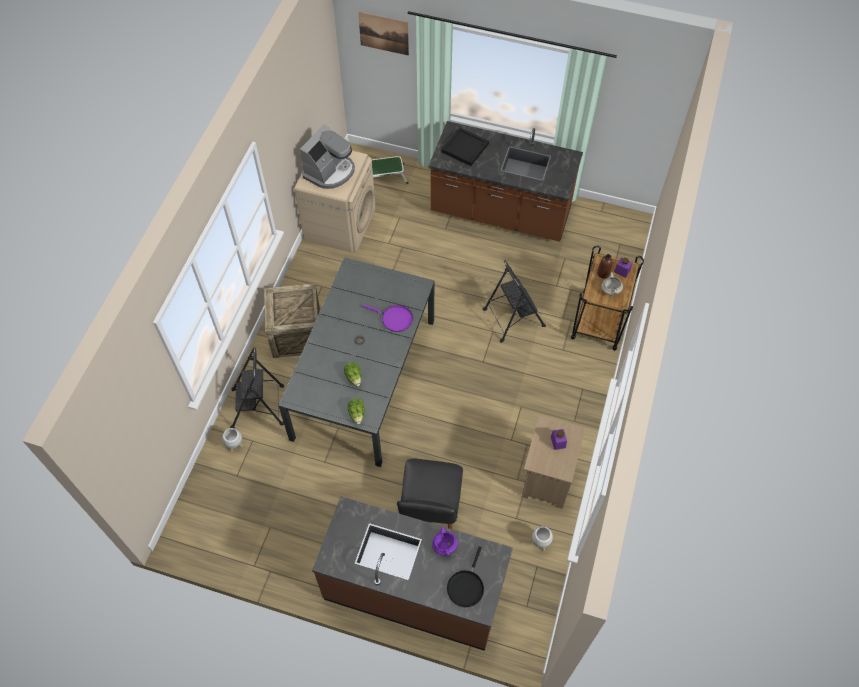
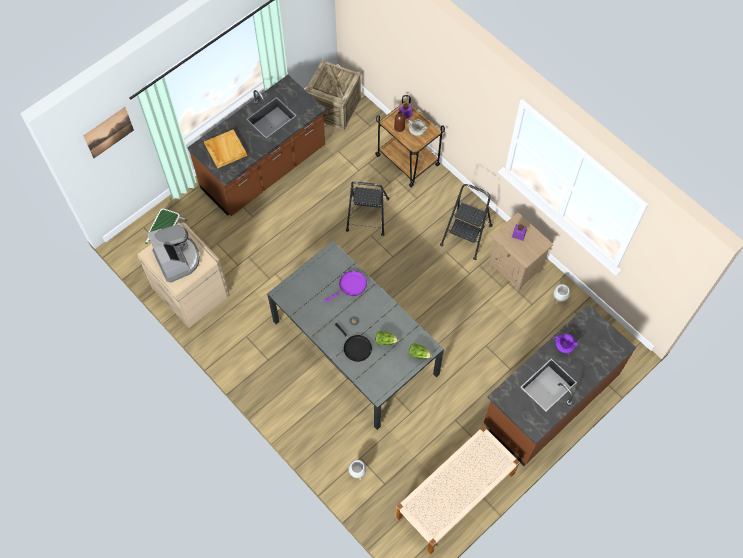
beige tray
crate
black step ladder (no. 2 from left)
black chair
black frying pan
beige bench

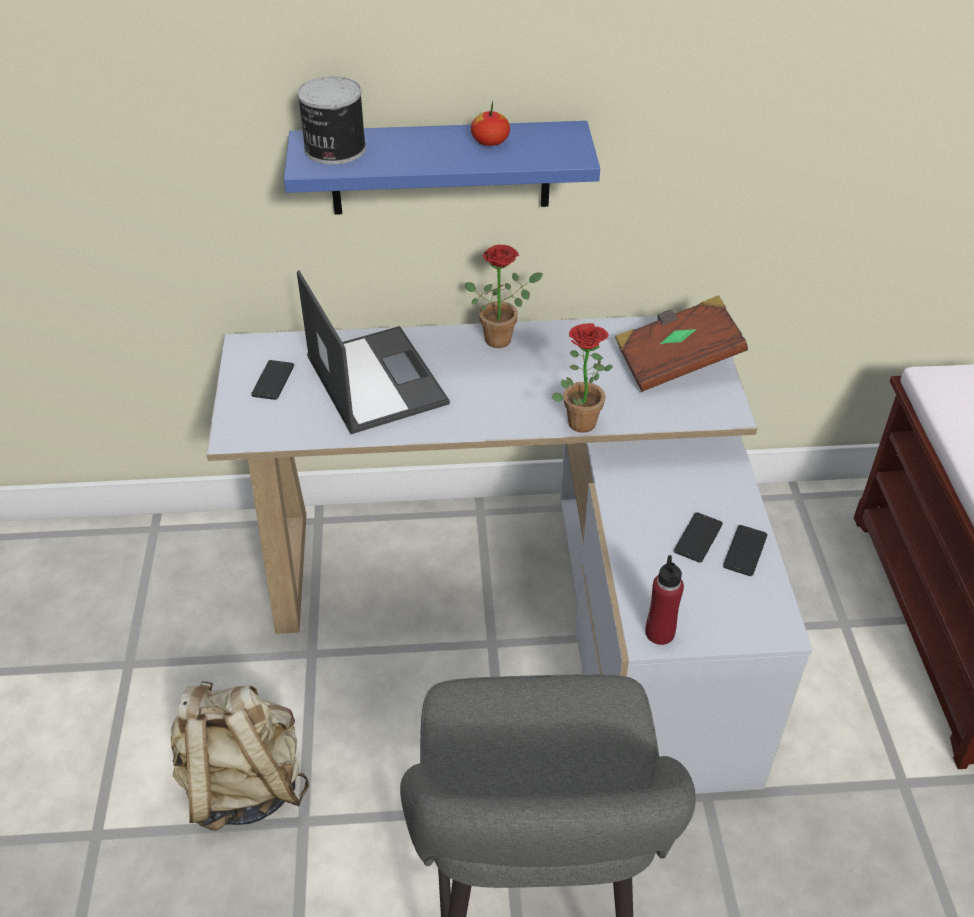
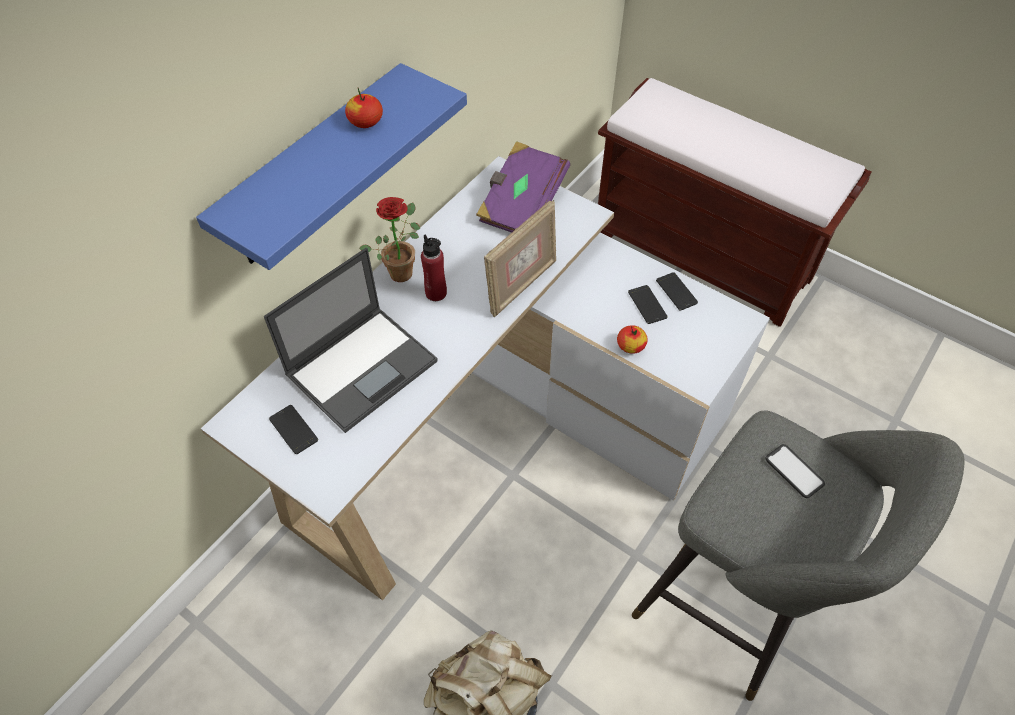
can
laptop
purple book
picture frame
red bottle
apple (no. 2 from left)
phone (no. 4 from left)

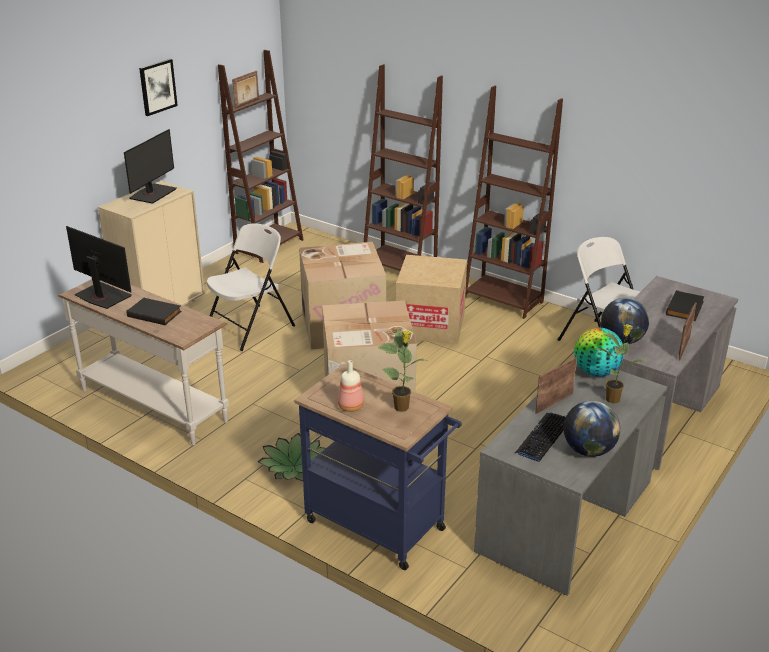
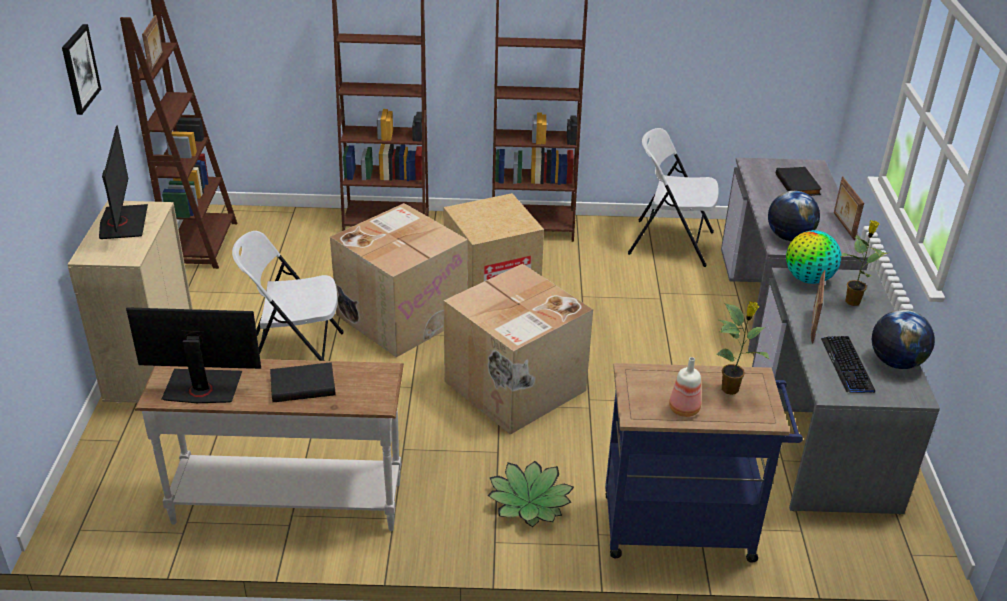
white chair (no. 1 from left)

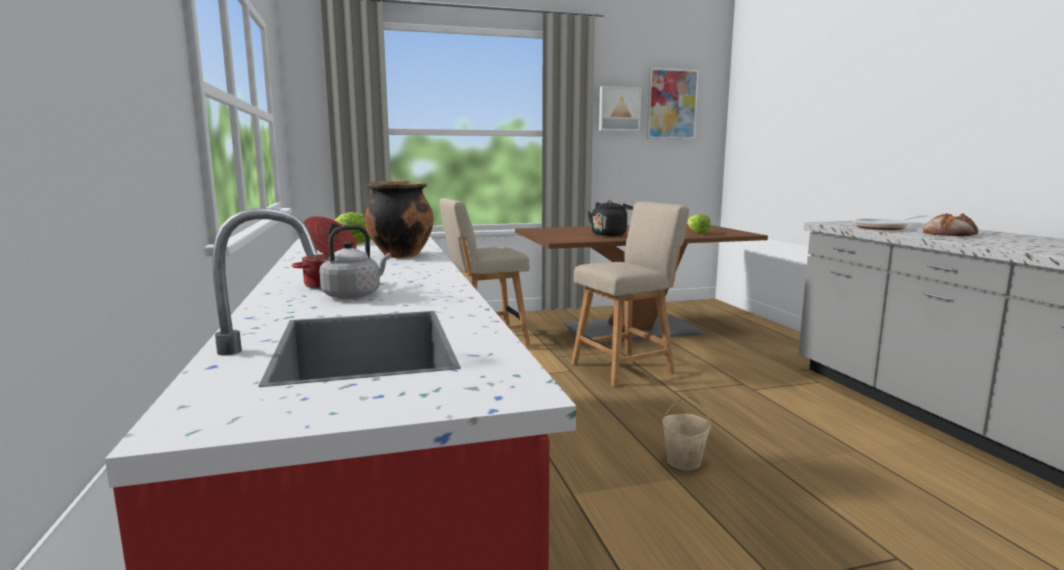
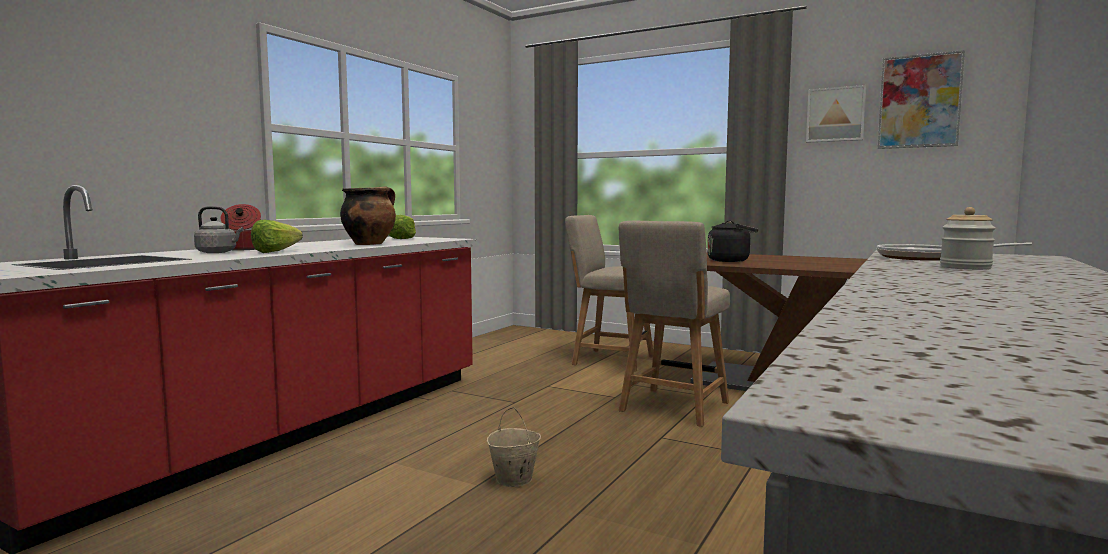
beige chair (no. 2 from left)
jar
lettuce (no. 1 from left)

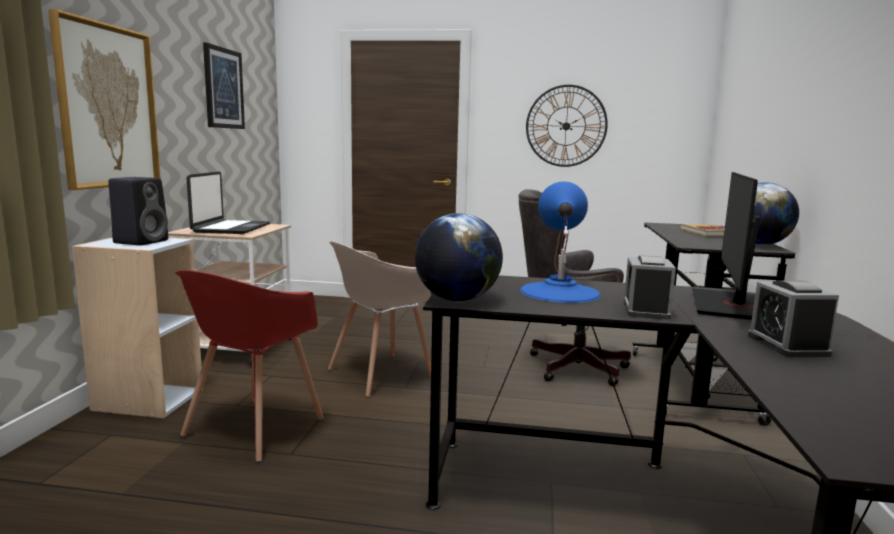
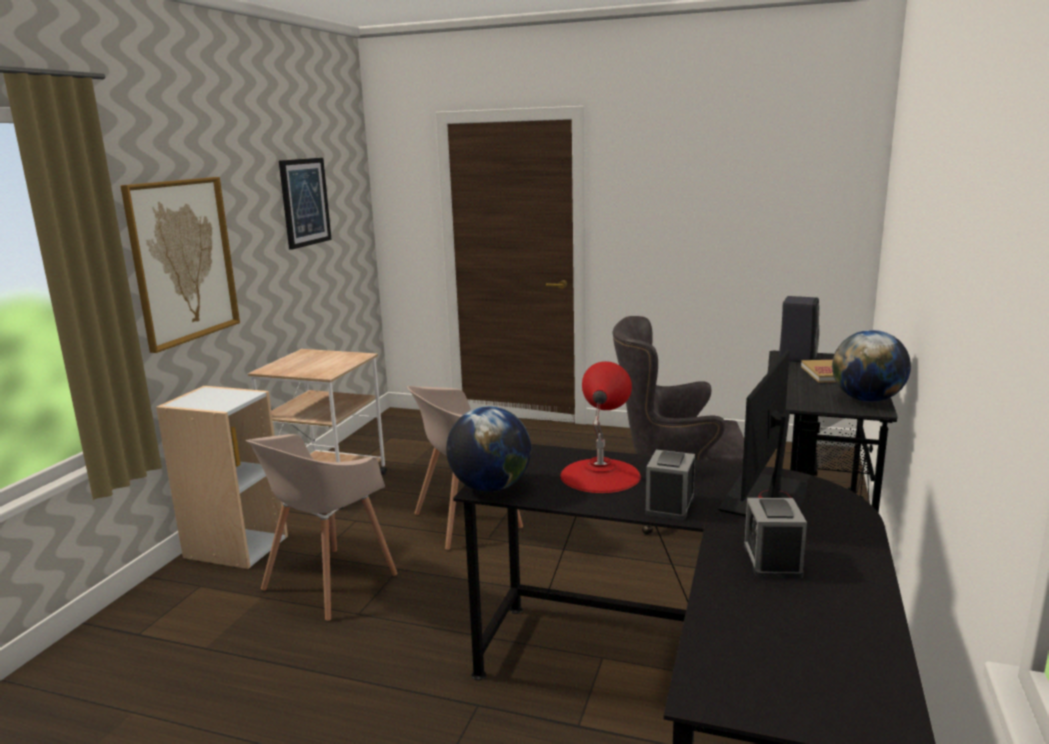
wall clock
laptop
black speaker
red table lamp
beige chair (no. 1 from left)

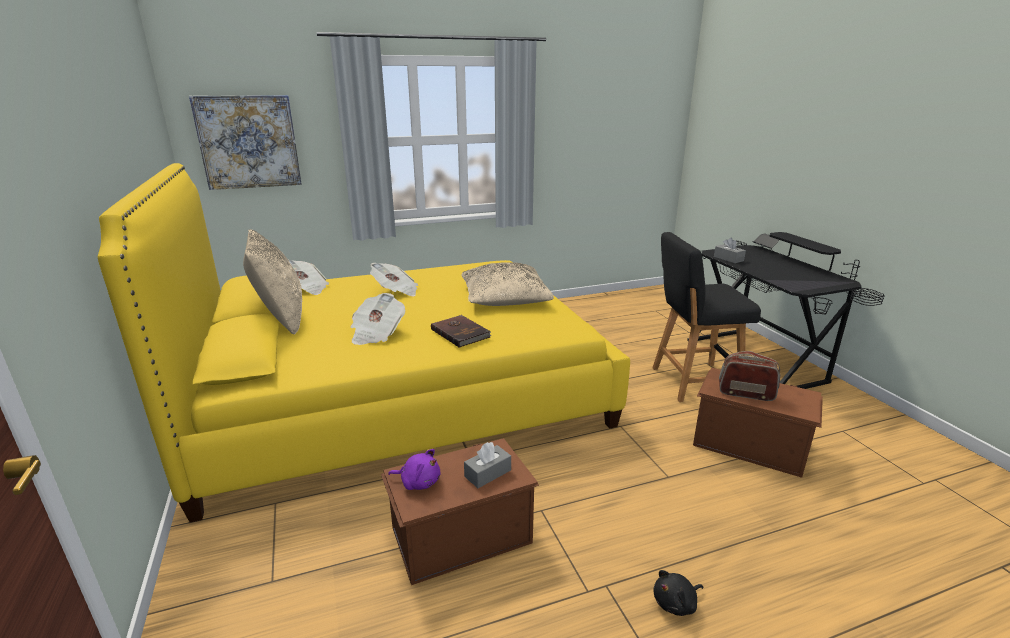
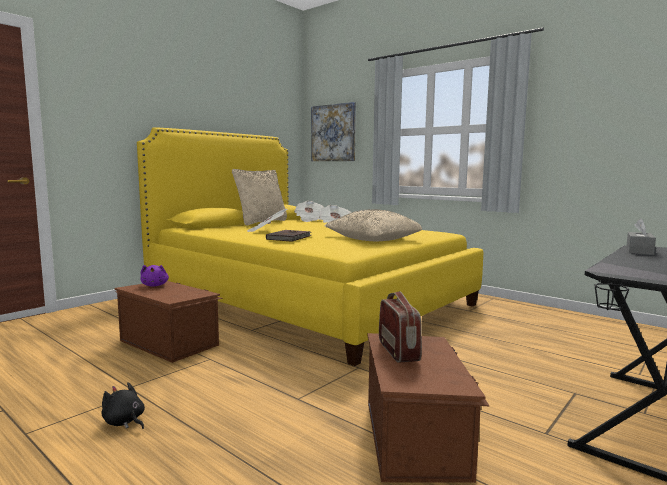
black chair
grey tissue box (no. 1 from left in the first image)

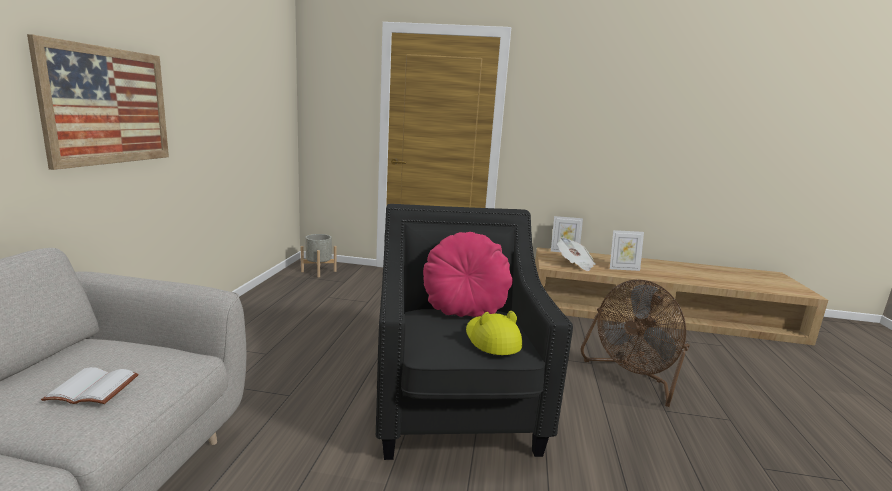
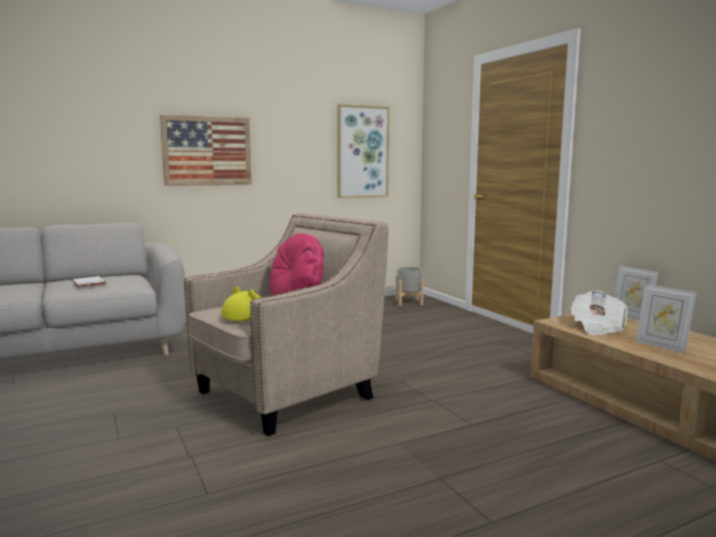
beige armchair
brown fan
picture (no. 2 from left)

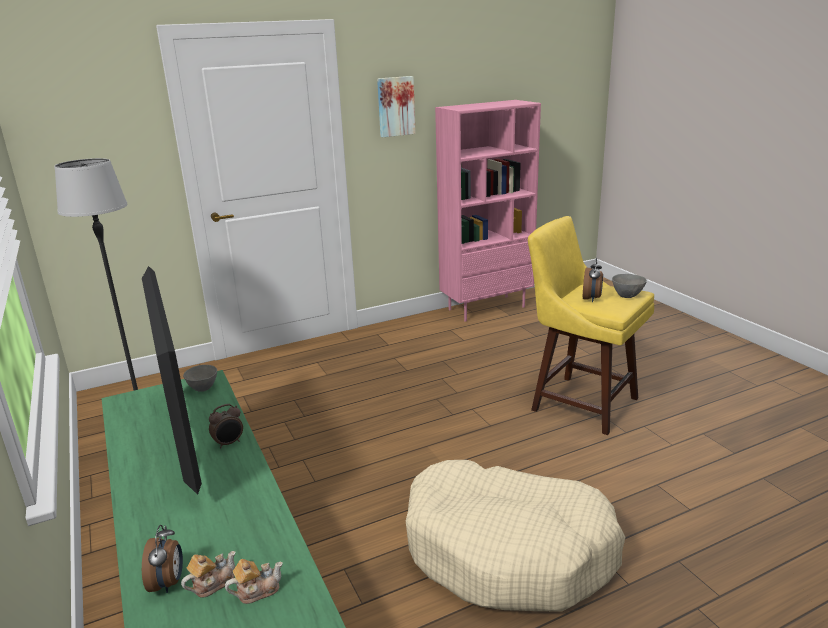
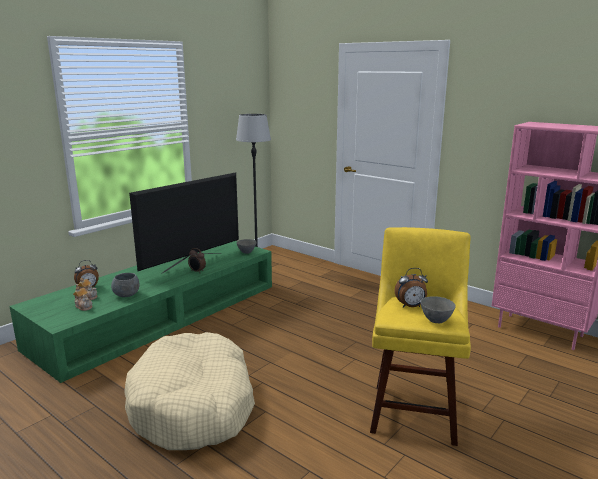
picture
grey bowl (no. 1 from left)

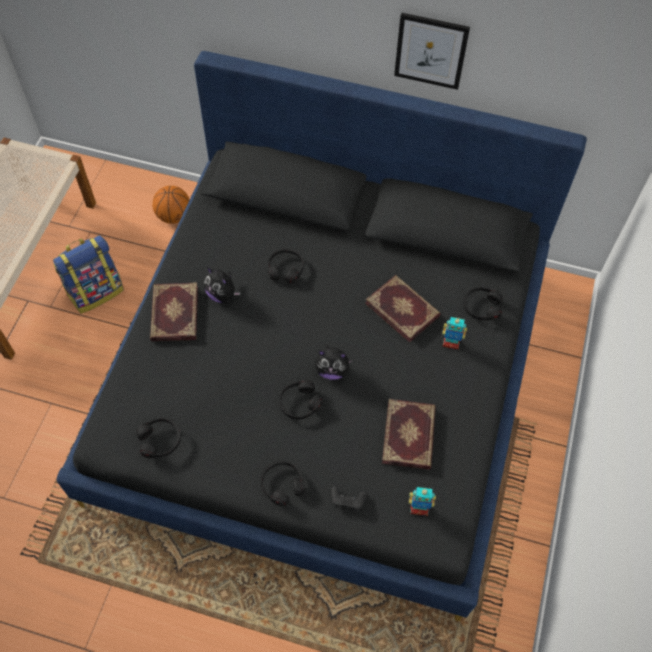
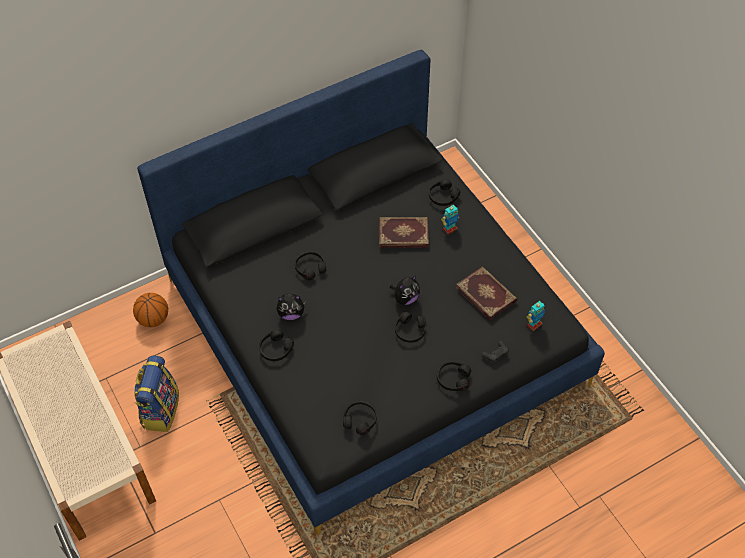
picture
black headphones (no. 1 from left)

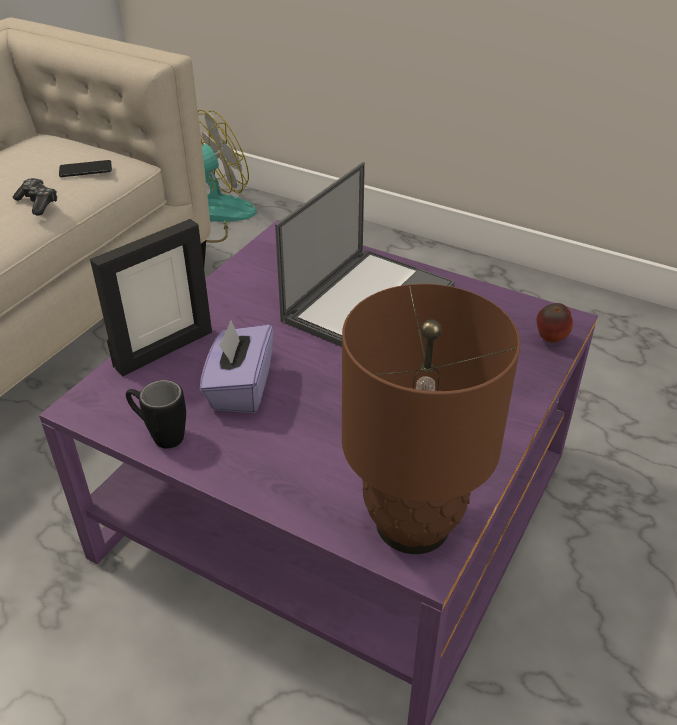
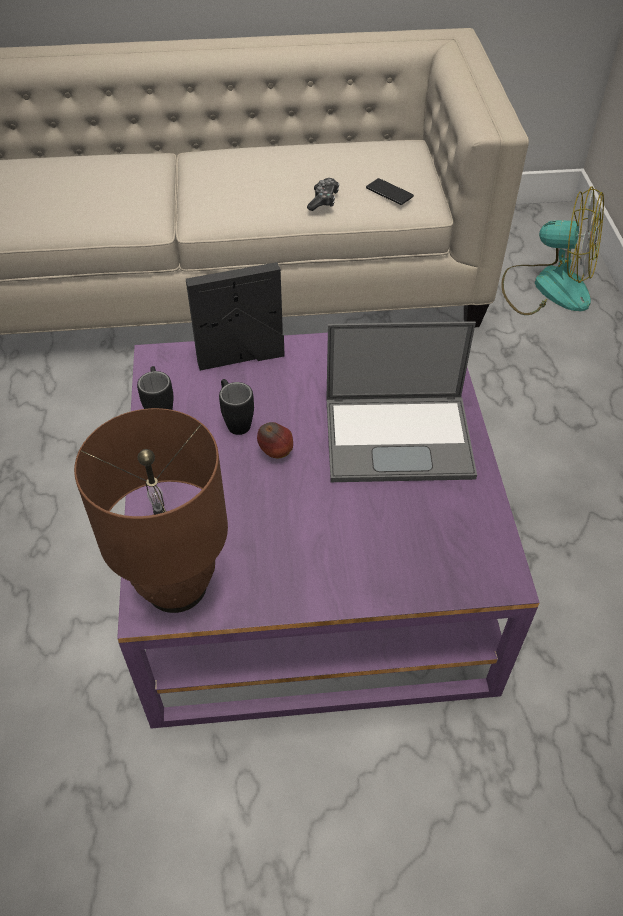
picture frame
apple
black mug (no. 2 from left)

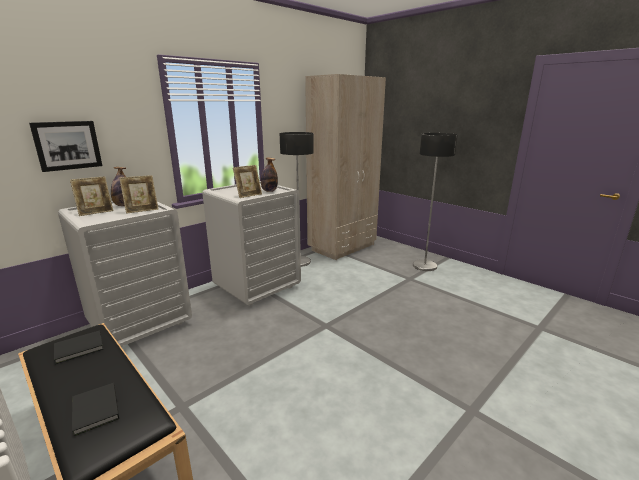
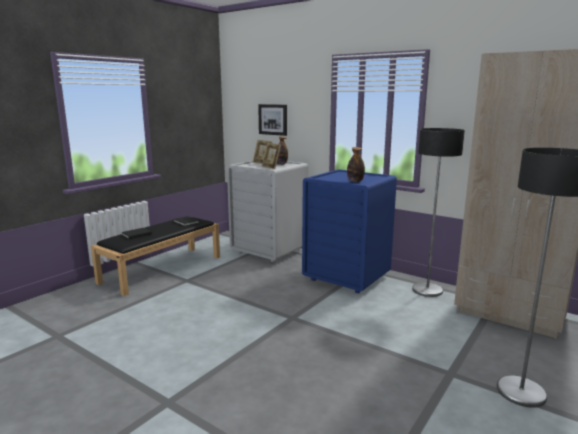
picture frame (no. 3 from left in the first image)
blue dresser

